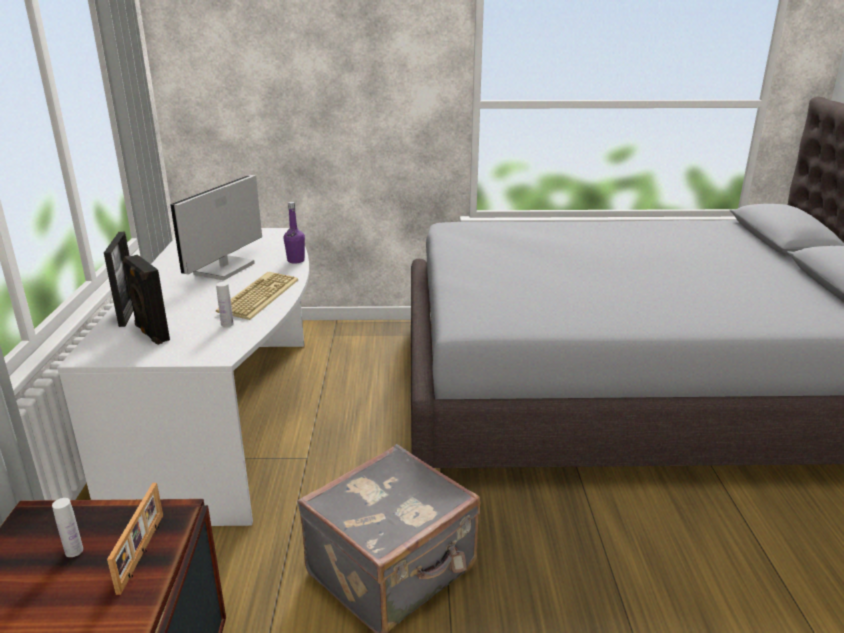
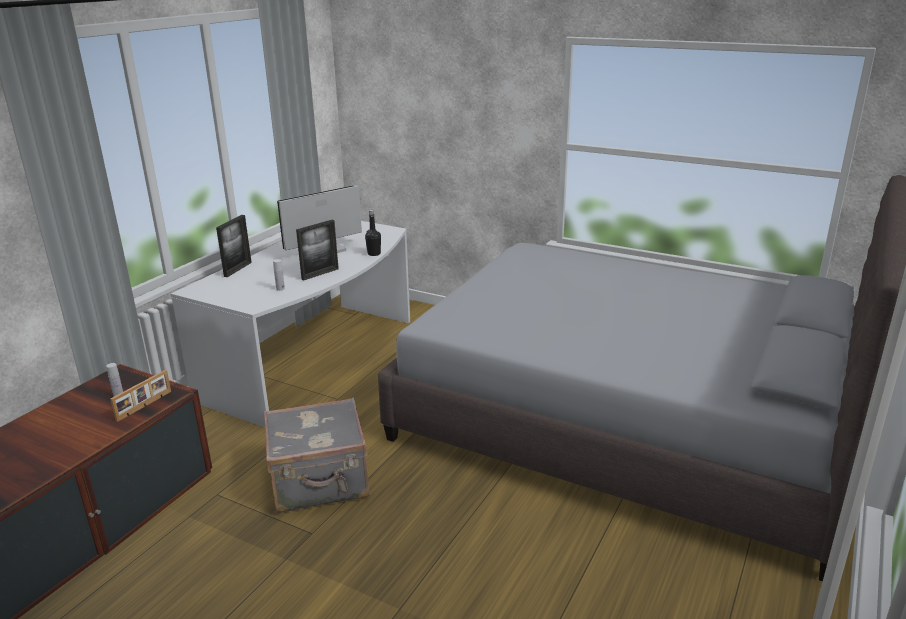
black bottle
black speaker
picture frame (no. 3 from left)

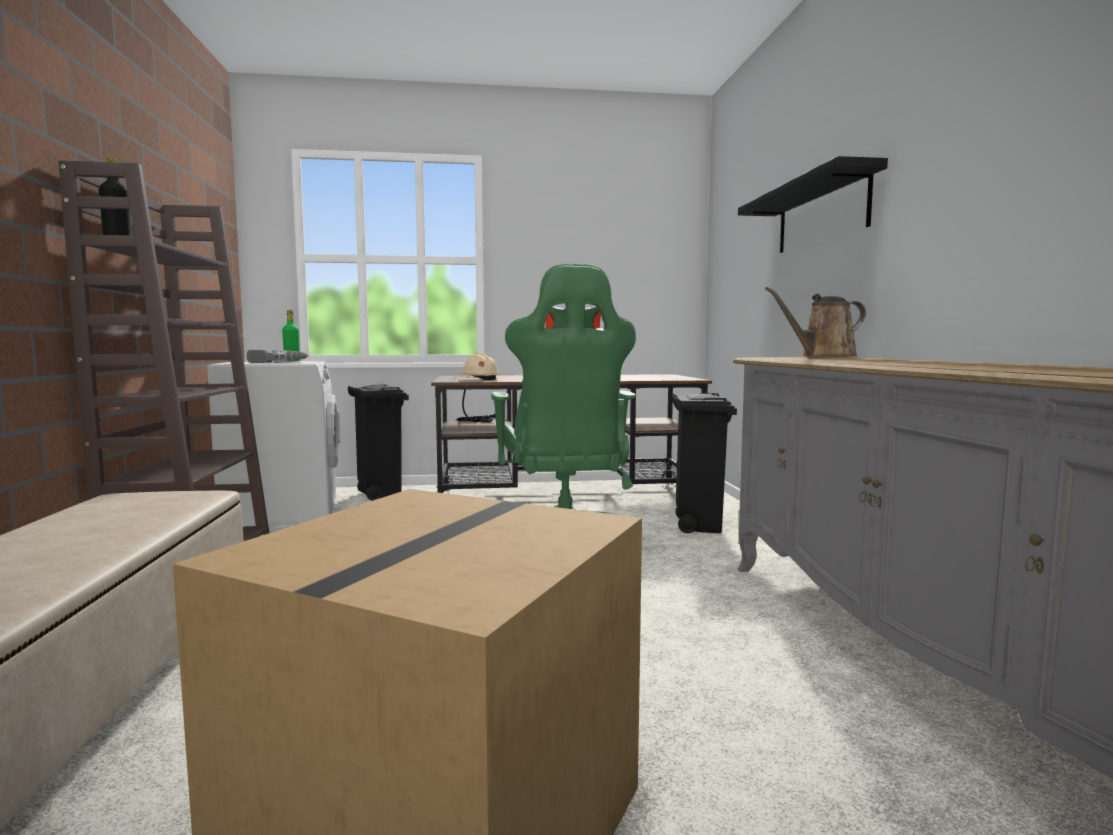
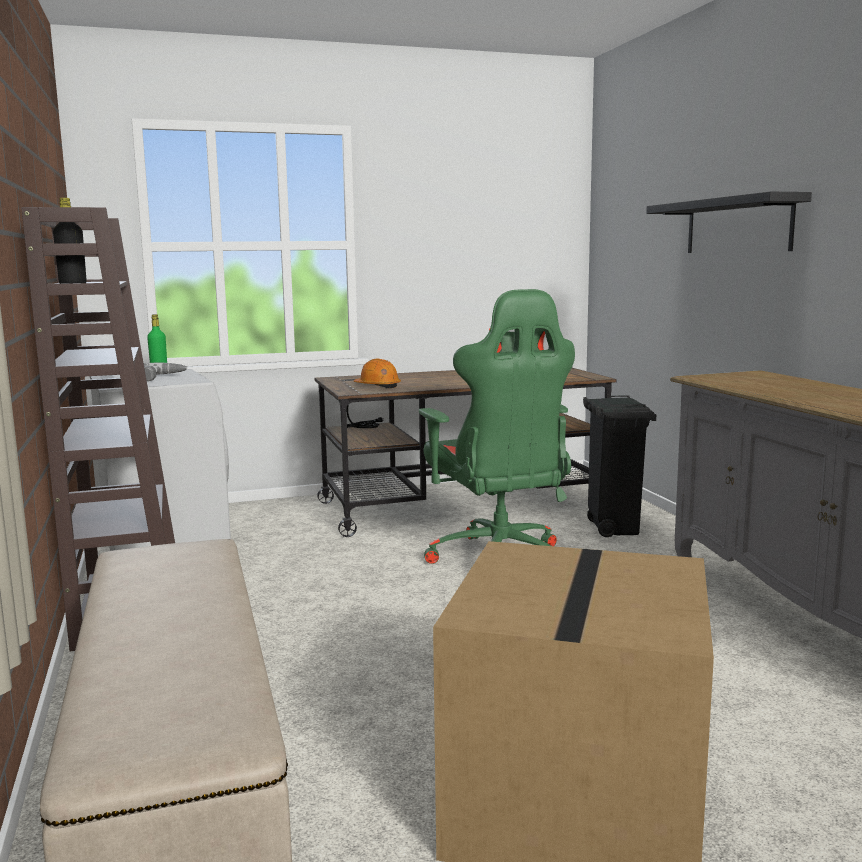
brown watering can
orange hard hat
black trash can (no. 1 from left in the first image)

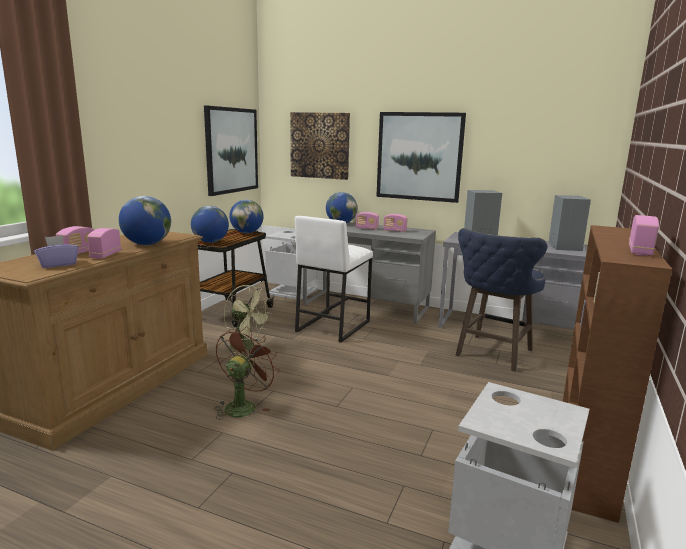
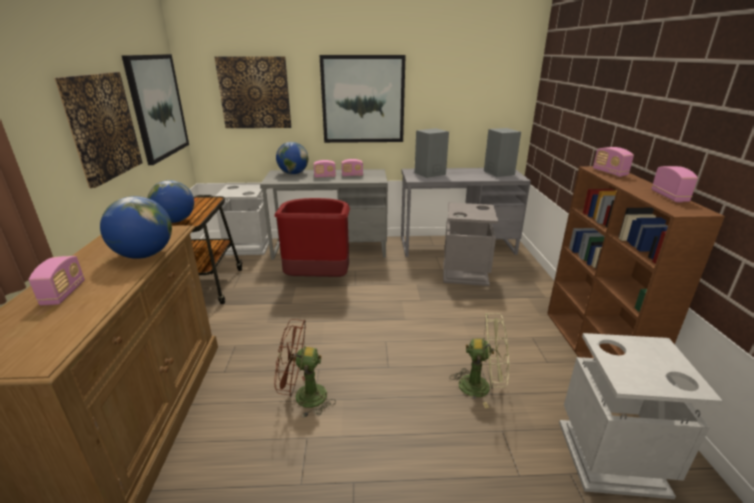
globe (no. 3 from left in the first image)
red trash can
radio (no. 4 from left)
grey trash can (no. 2 from left)
purple tissue box
green fan
brown fan
picture (no. 1 from left)

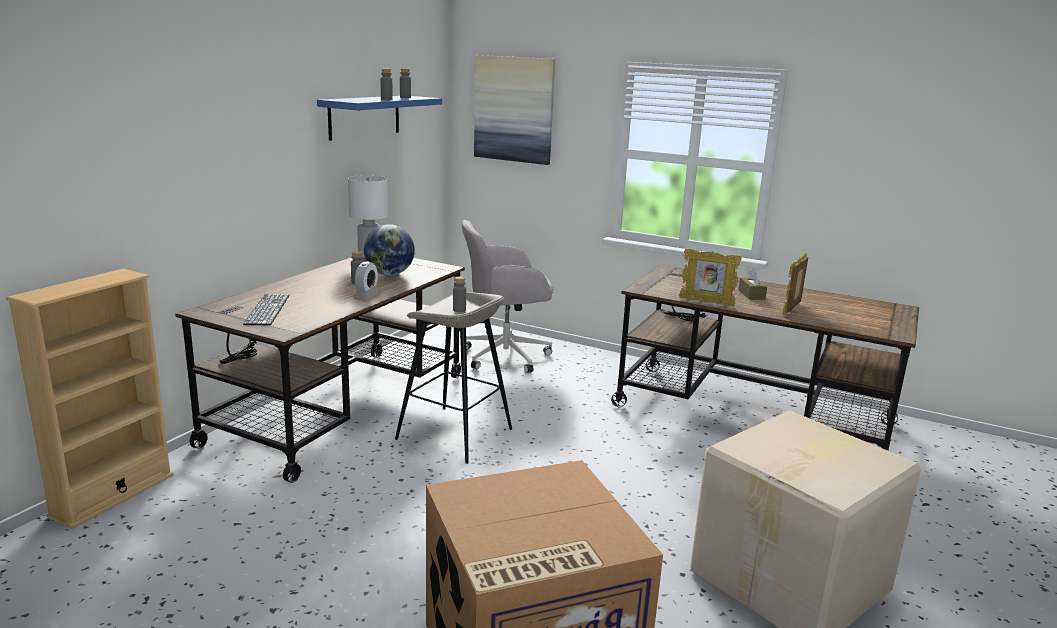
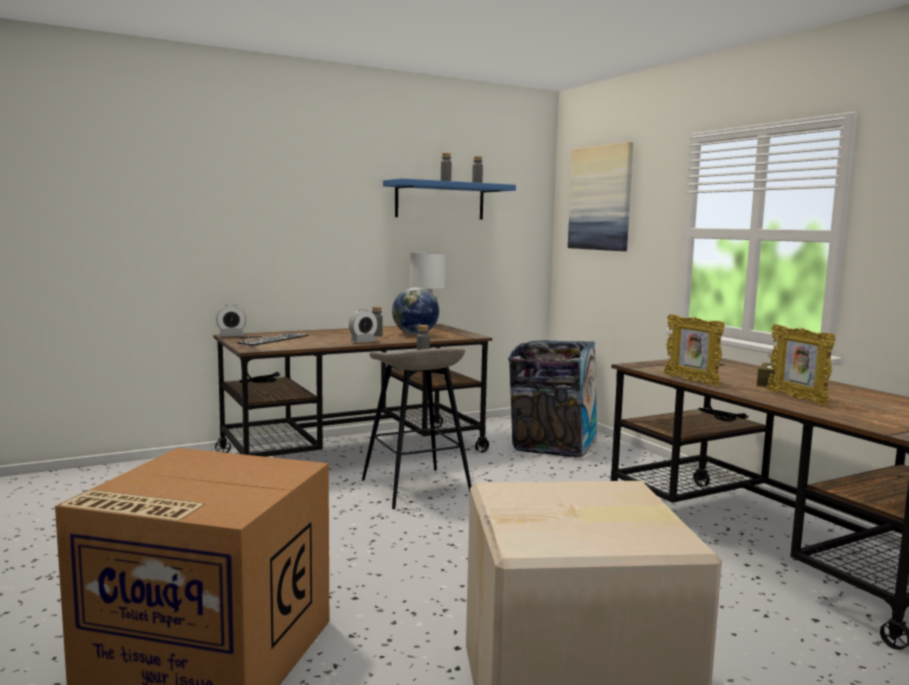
trash can
picture frame (no. 2 from left)
beige bookcase
alarm clock (no. 1 from left)

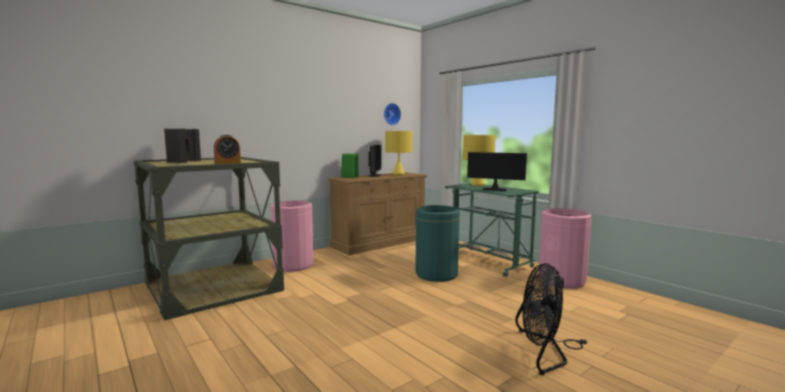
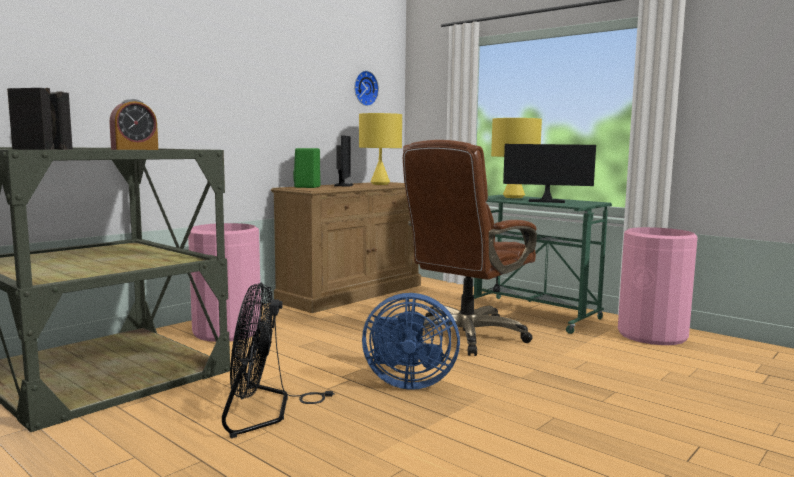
brown office chair
black fan
blue fan

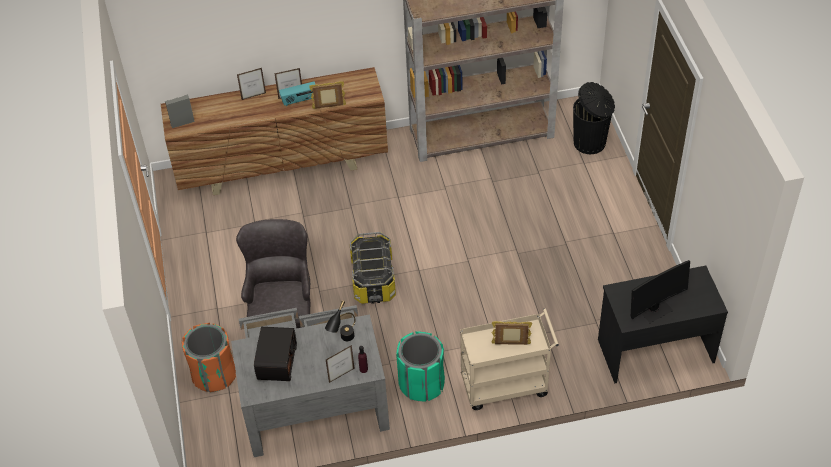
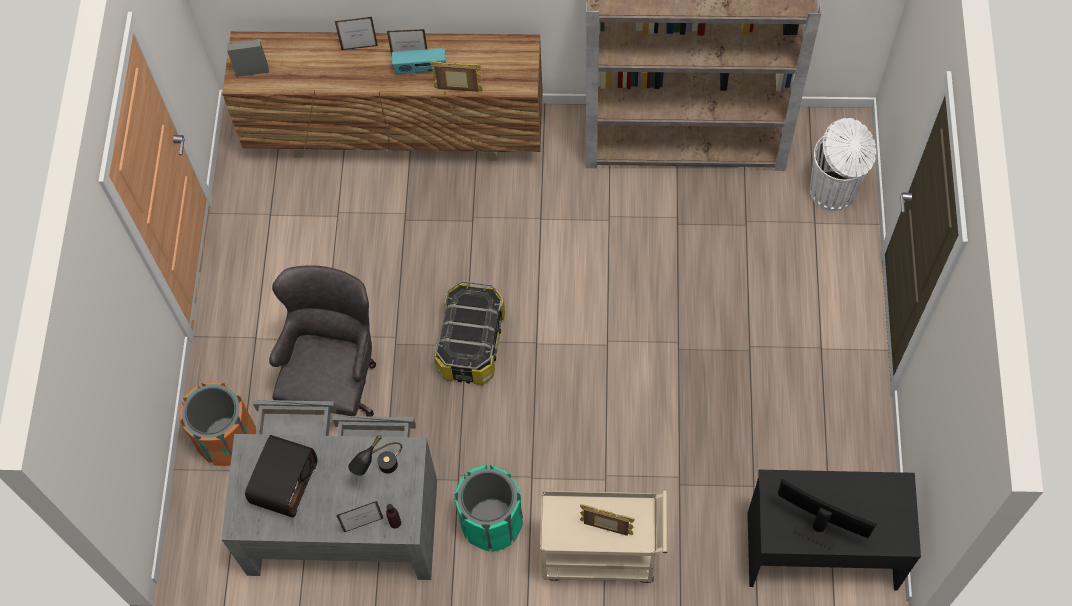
white trash can
monitor

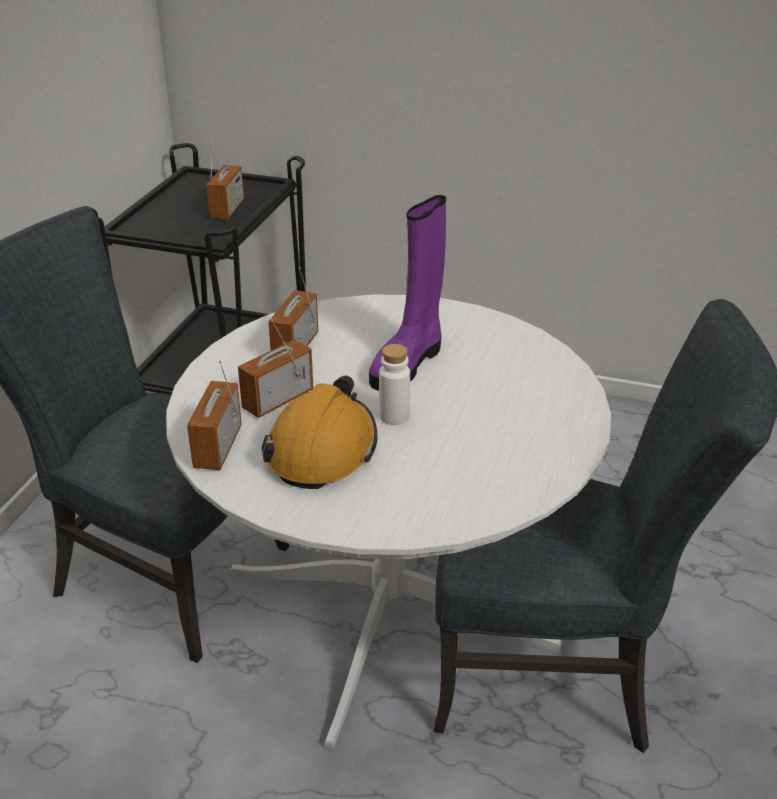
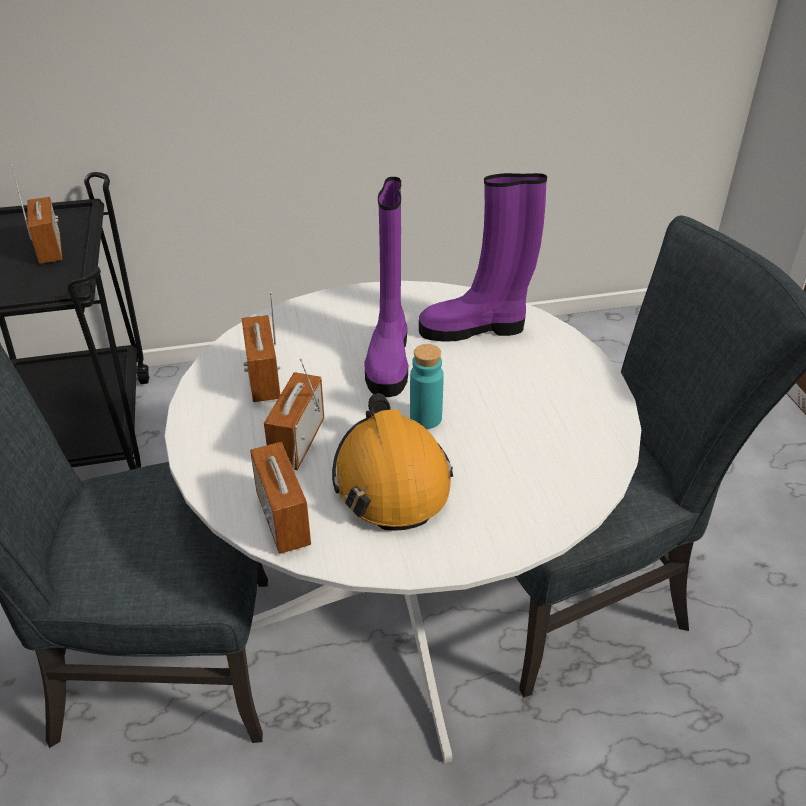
turquoise bottle
purple boot (no. 2 from left)

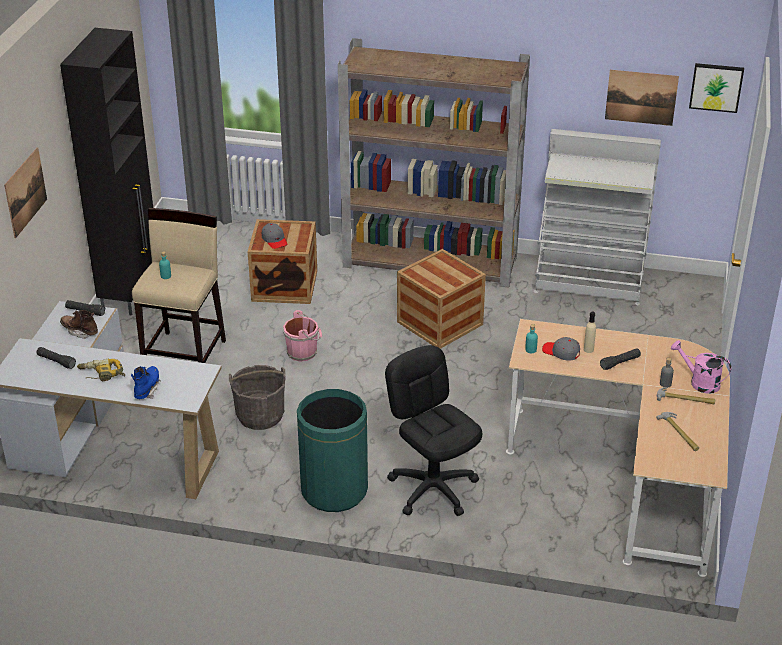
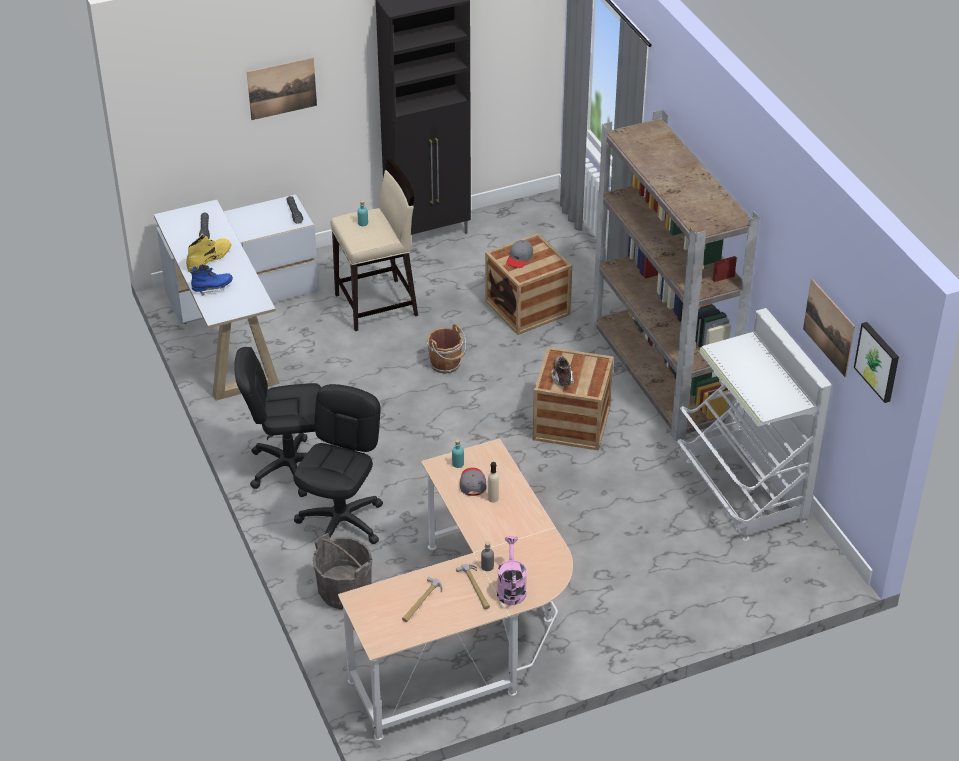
brown boot
brown bucket
black flashlight (no. 3 from left in the first image)
yellow boot
grey bucket
black office chair (no. 1 from left)

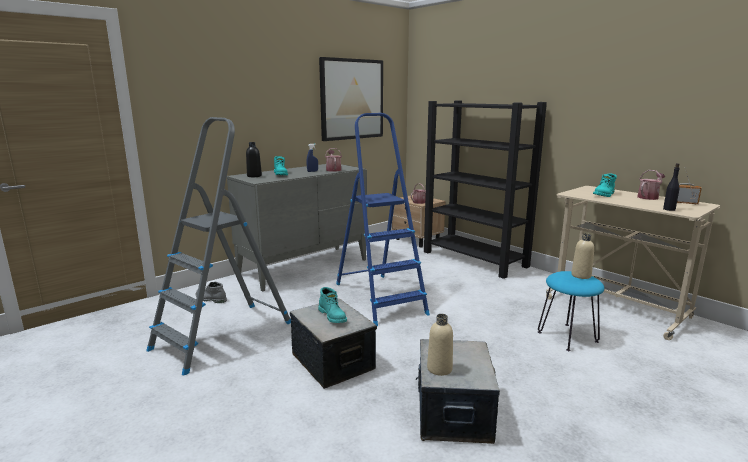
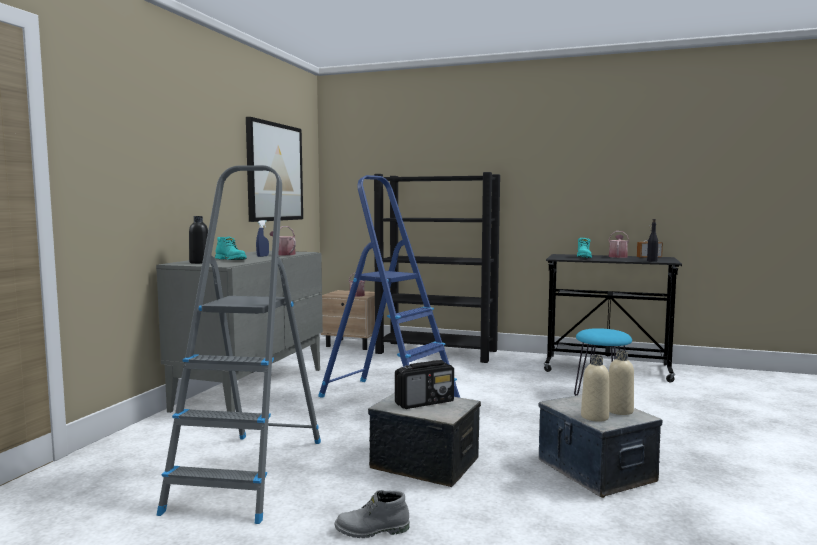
black desk
beige bottle (no. 2 from left)
grey boot
radio (no. 1 from left)

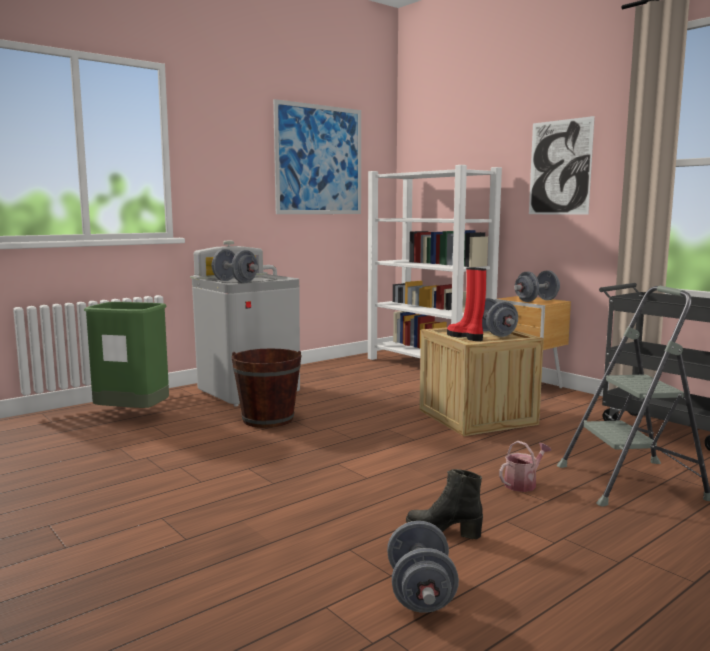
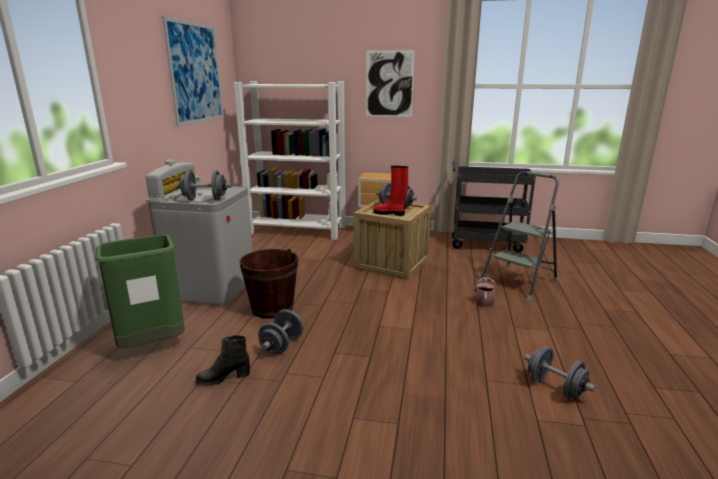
grey dumbbell (no. 2 from left)
black boot

